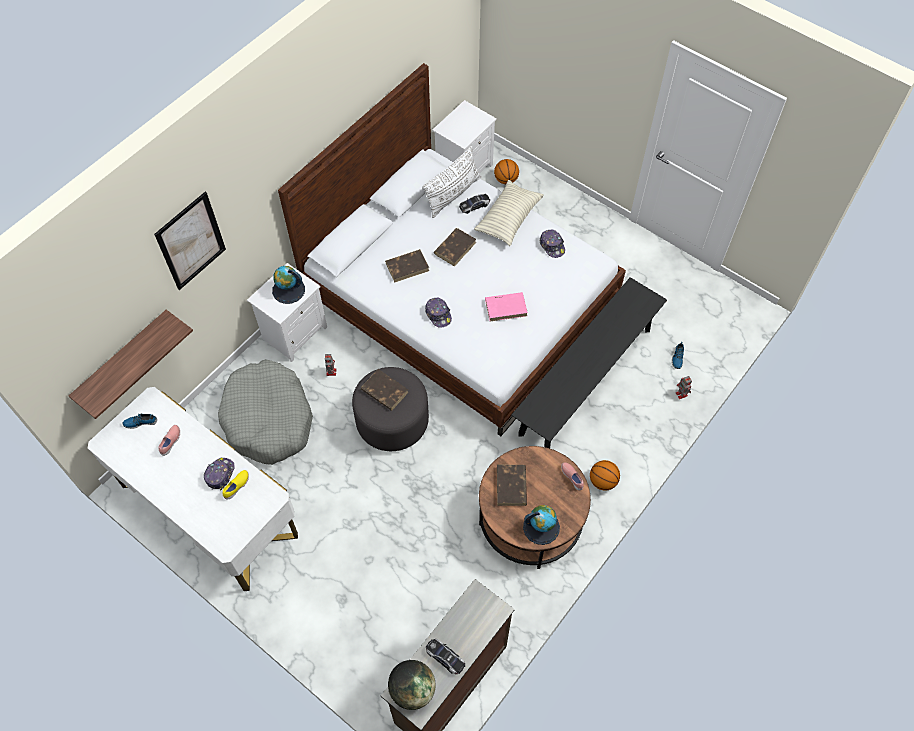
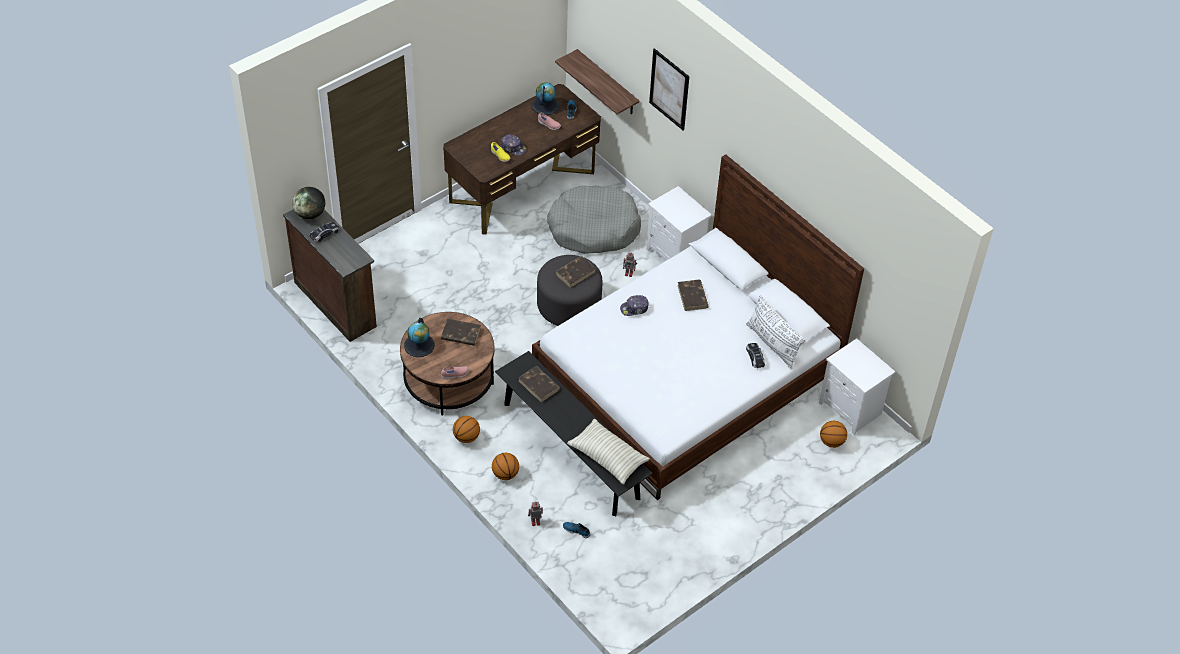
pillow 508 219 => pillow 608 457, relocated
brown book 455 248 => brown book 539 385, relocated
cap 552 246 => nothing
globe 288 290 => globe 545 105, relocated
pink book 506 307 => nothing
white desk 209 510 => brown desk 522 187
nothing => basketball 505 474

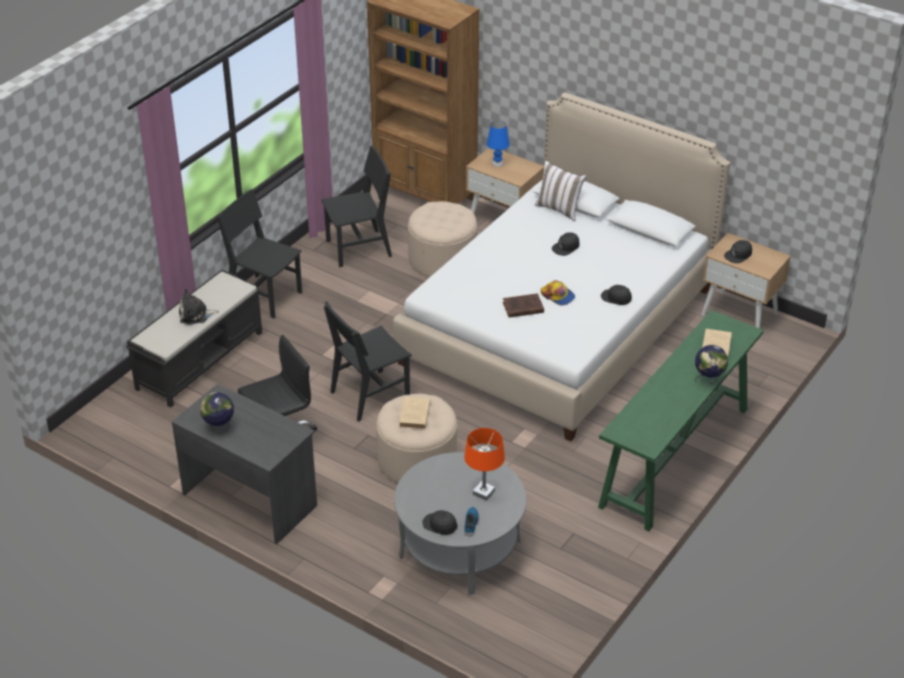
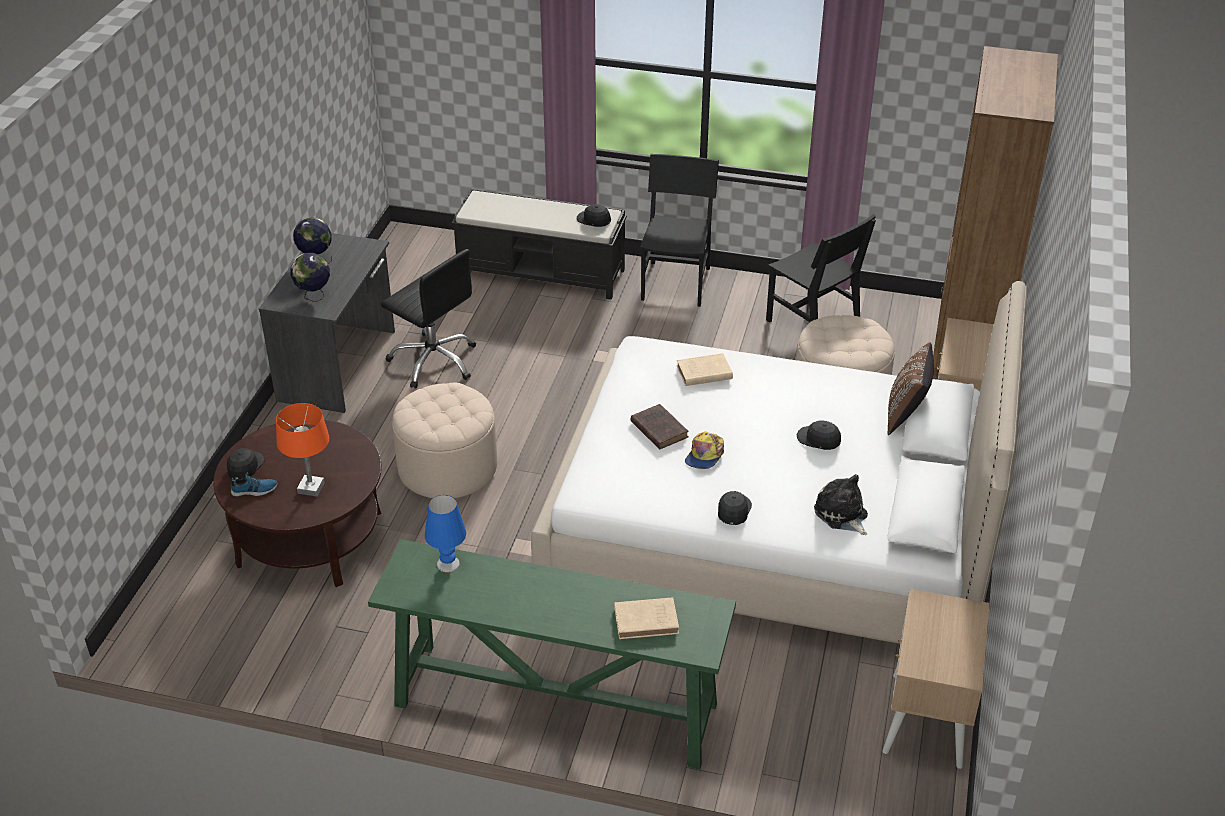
blue table lamp 497 163 => blue table lamp 448 564, relocated
white pillow 559 209 => brown pillow 906 415
black cap 738 255 => black cap 594 220, relocated
plush toy 195 315 => plush toy 842 515, relocated
black chair 369 395 => nothing
globe 708 380 => globe 314 296, relocated
beige book 414 416 => beige book 702 373, relocated
grey coffee table 460 549 => brown coffee table 309 538

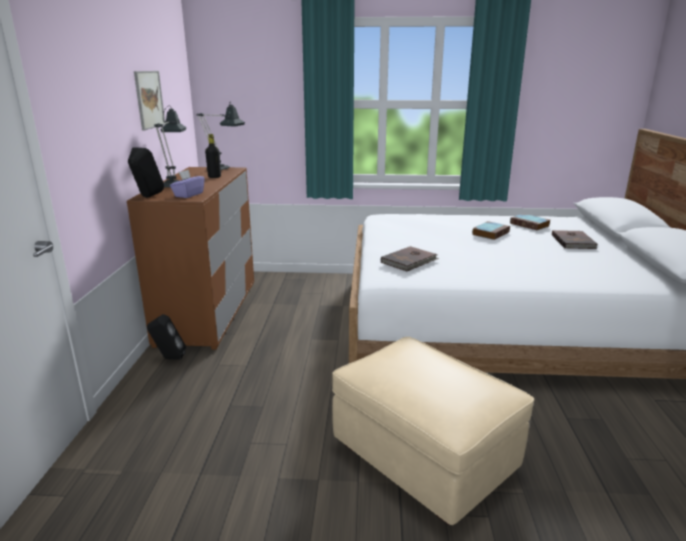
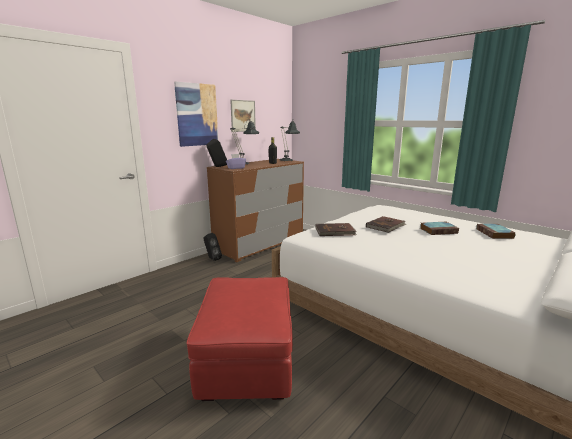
brown book 573 241 => brown book 386 226, relocated
beige ottoman 423 457 => red ottoman 247 360
nothing => picture 197 115

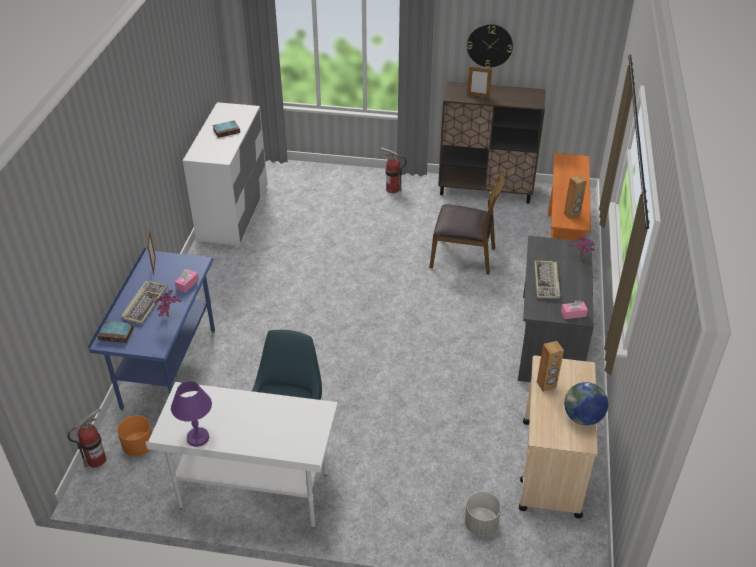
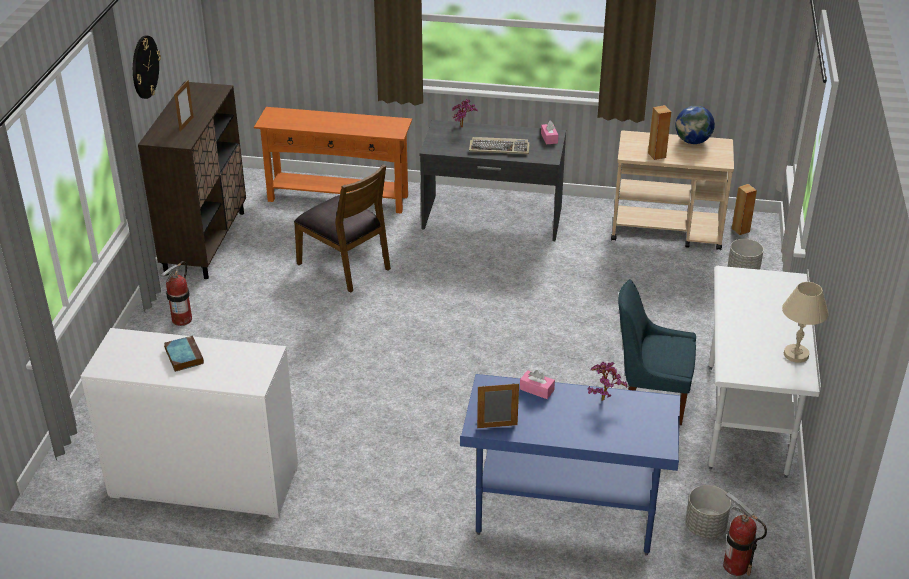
brown chair 463 257 => brown chair 345 266, 120 degrees clockwise
brown speaker 572 215 => brown speaker 740 230, relocated
keyboard 144 303 => nothing
book 117 334 => nothing
purple table lamp 198 438 => beige table lamp 796 354
orange planter 138 447 => grey planter 705 527

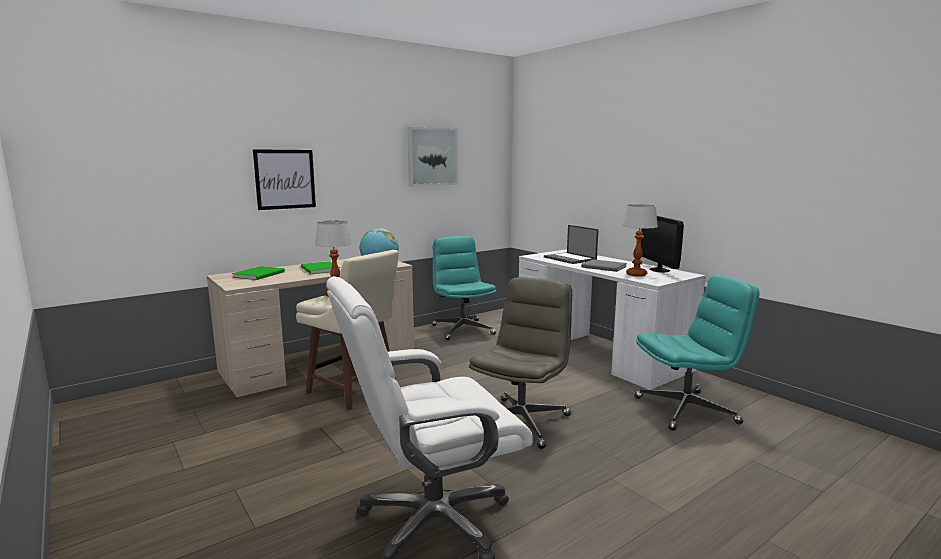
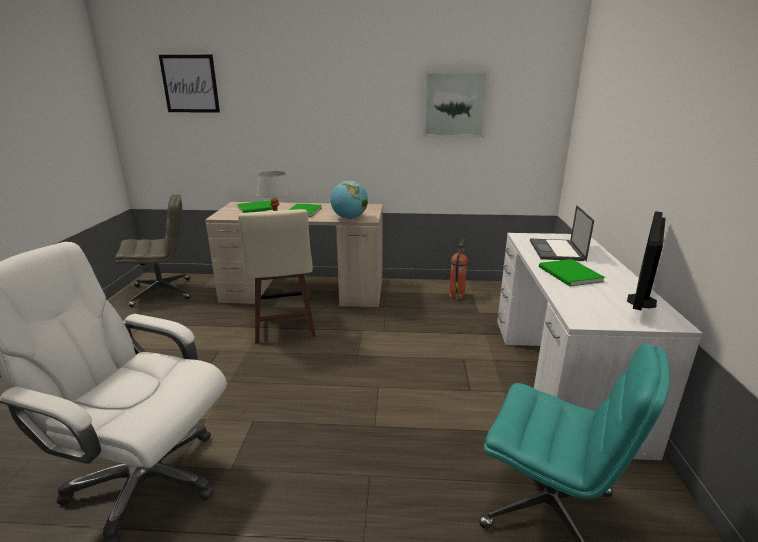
picture 285 179 => picture 190 84, relocated
table lamp 636 274 => nothing
turquoise office chair 462 330 => fire extinguisher 456 295
grey book 604 267 => green book 570 275
grey office chair 521 421 => grey office chair 163 292, relocated

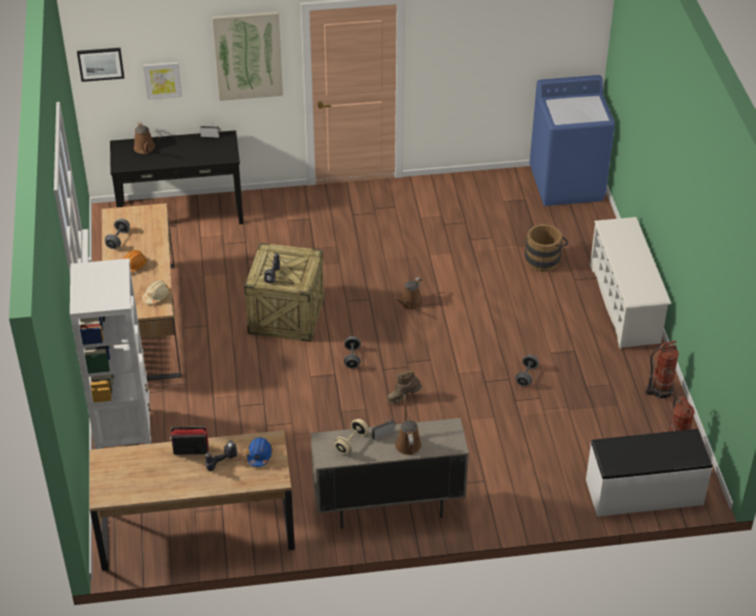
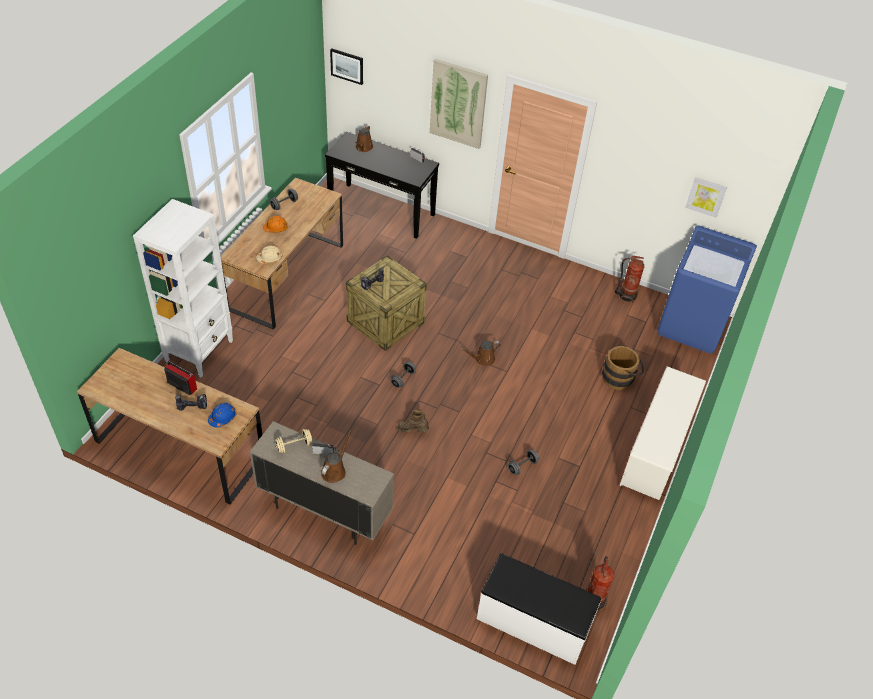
picture 162 80 => picture 706 196, relocated
fire extinguisher 660 390 => fire extinguisher 626 295, relocated

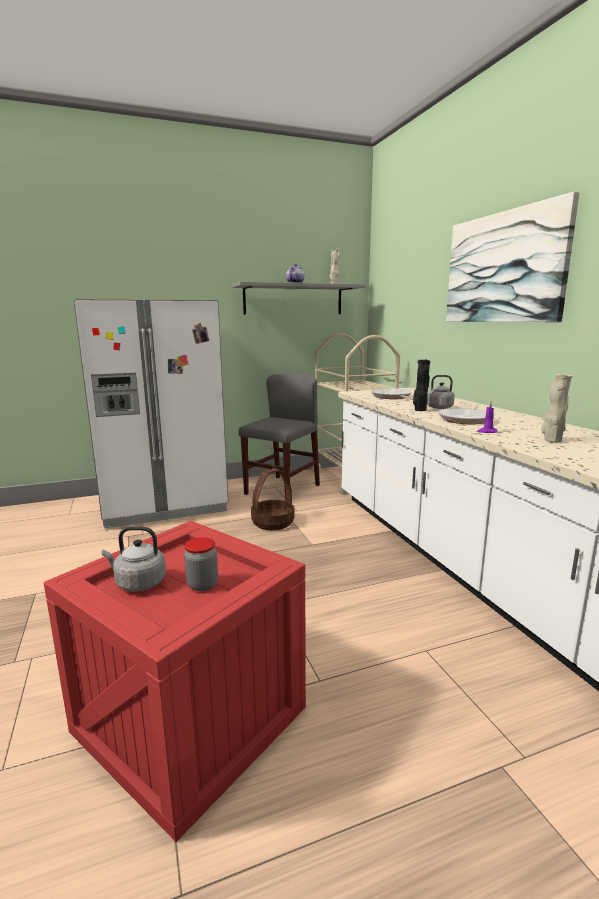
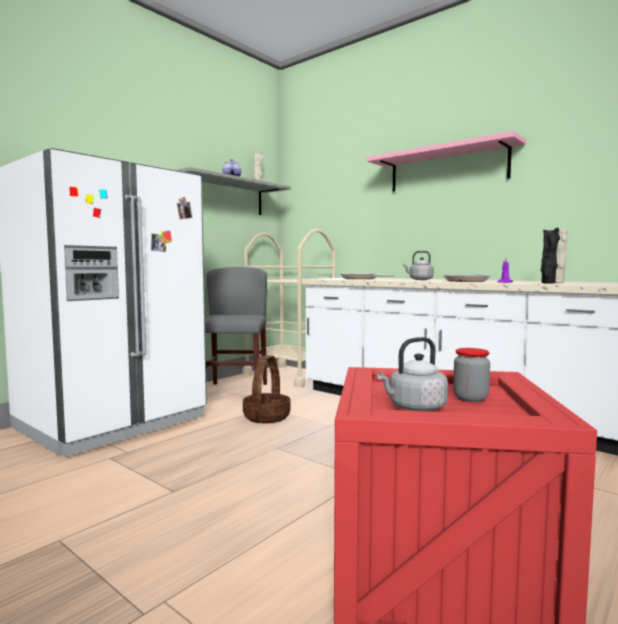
picture 503 268 => pink shelf 447 168
black vase 419 410 => black vase 548 283, relocated

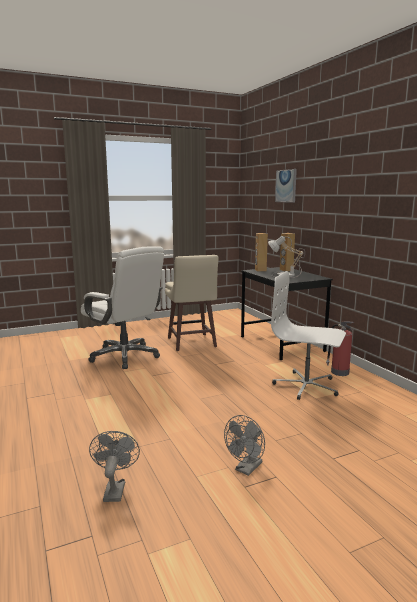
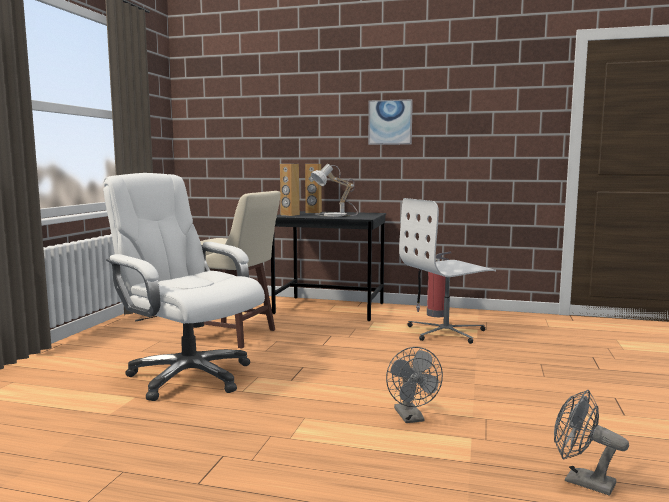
picture 286 186 => picture 390 122, relocated
white office chair 125 356 => white office chair 189 376, 135 degrees counterclockwise
grey fan 246 469 => grey fan 411 418, relocated

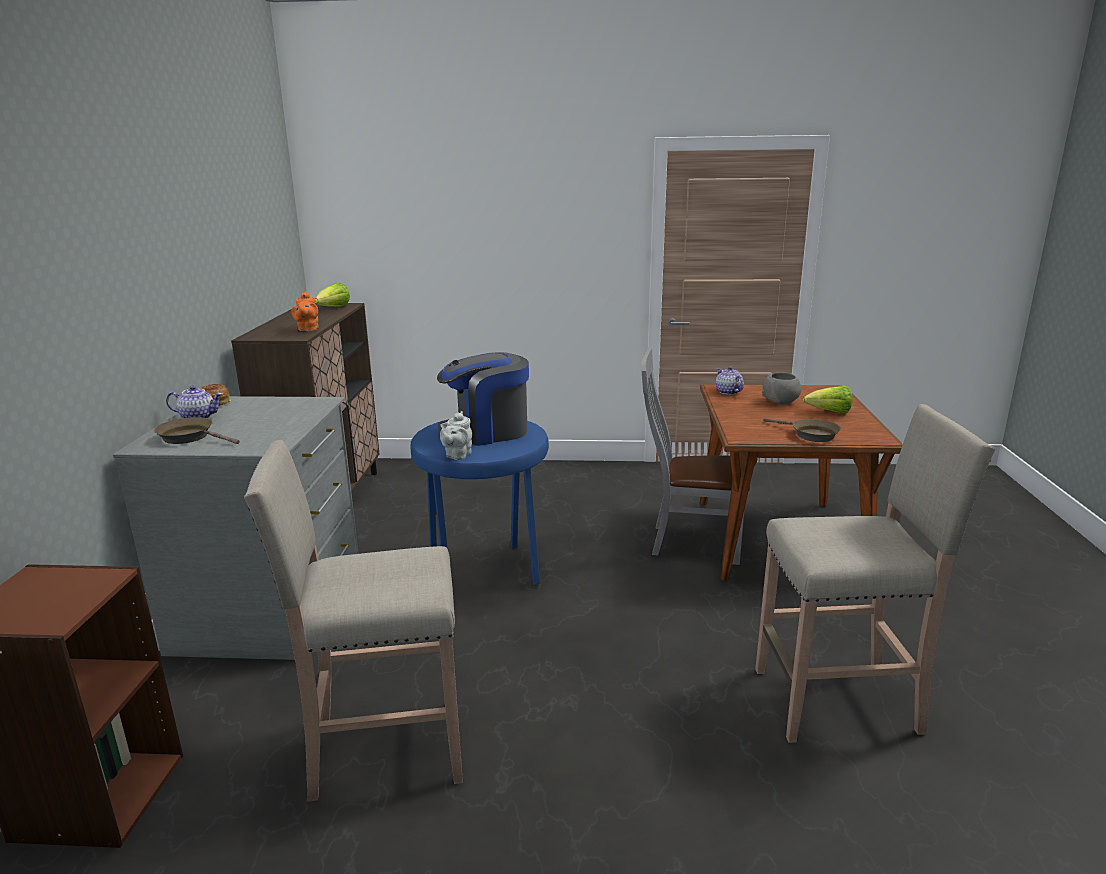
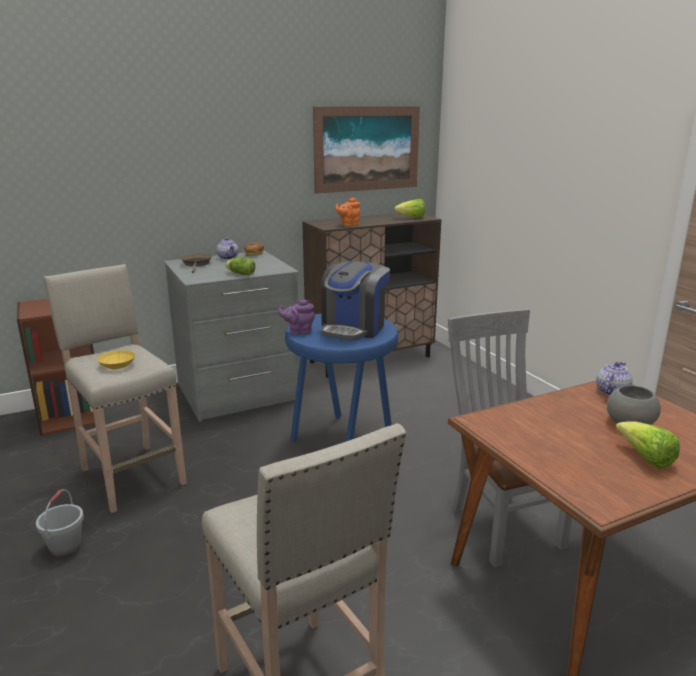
coffee machine 486 432 => coffee machine 353 328, 105 degrees counterclockwise
grey teapot 457 455 => purple teapot 299 332
brown frying pan 810 435 => nothing
nothing => picture 367 149
nothing => lettuce 240 273
nothing => yellow bowl 117 365
nothing => grey bucket 65 547

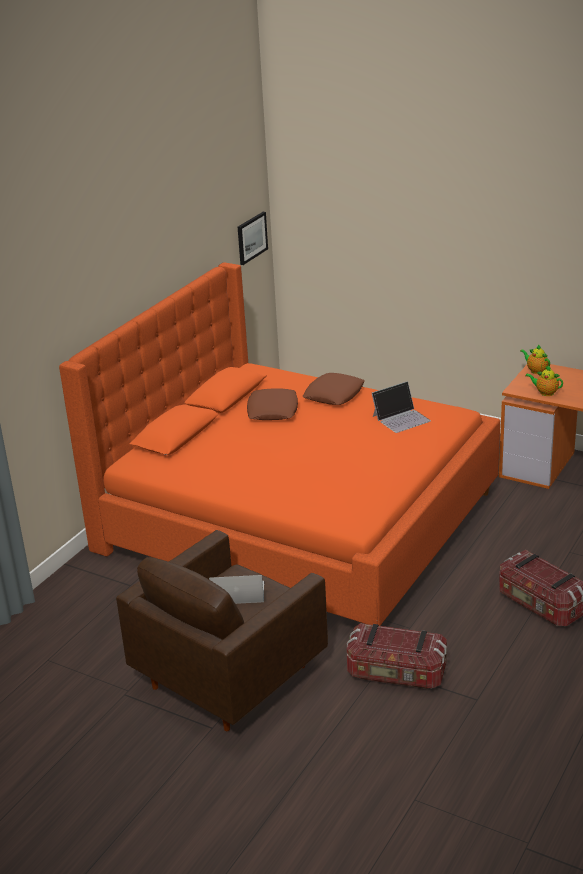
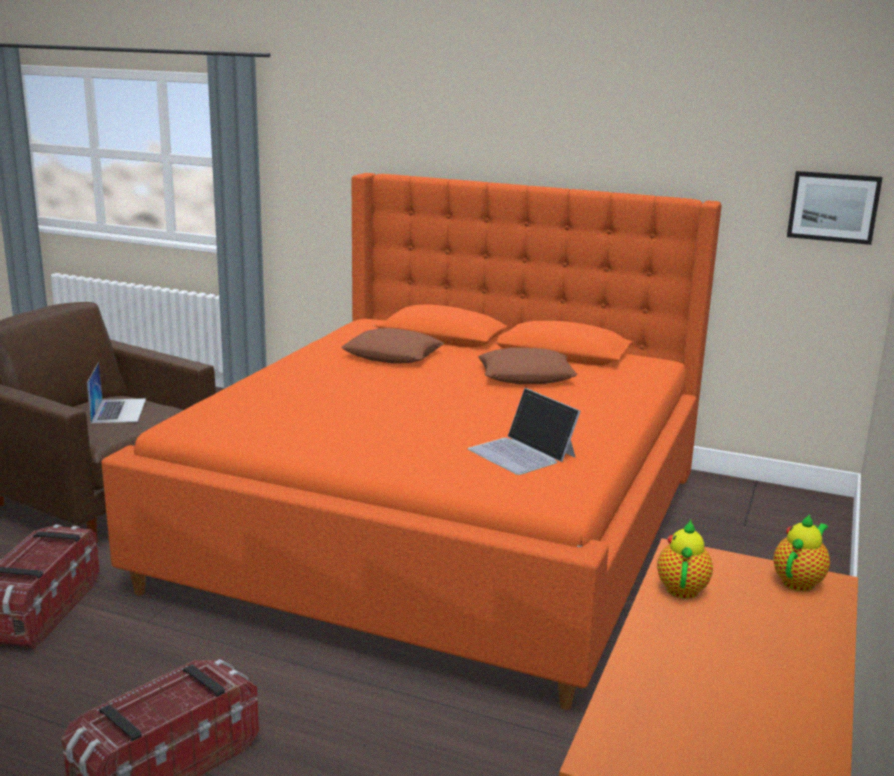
brown pillow 334 394 => brown pillow 393 355, relocated

